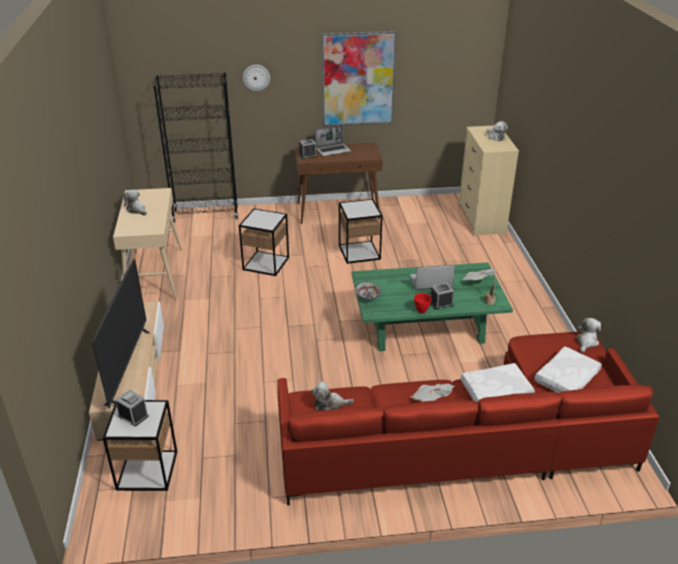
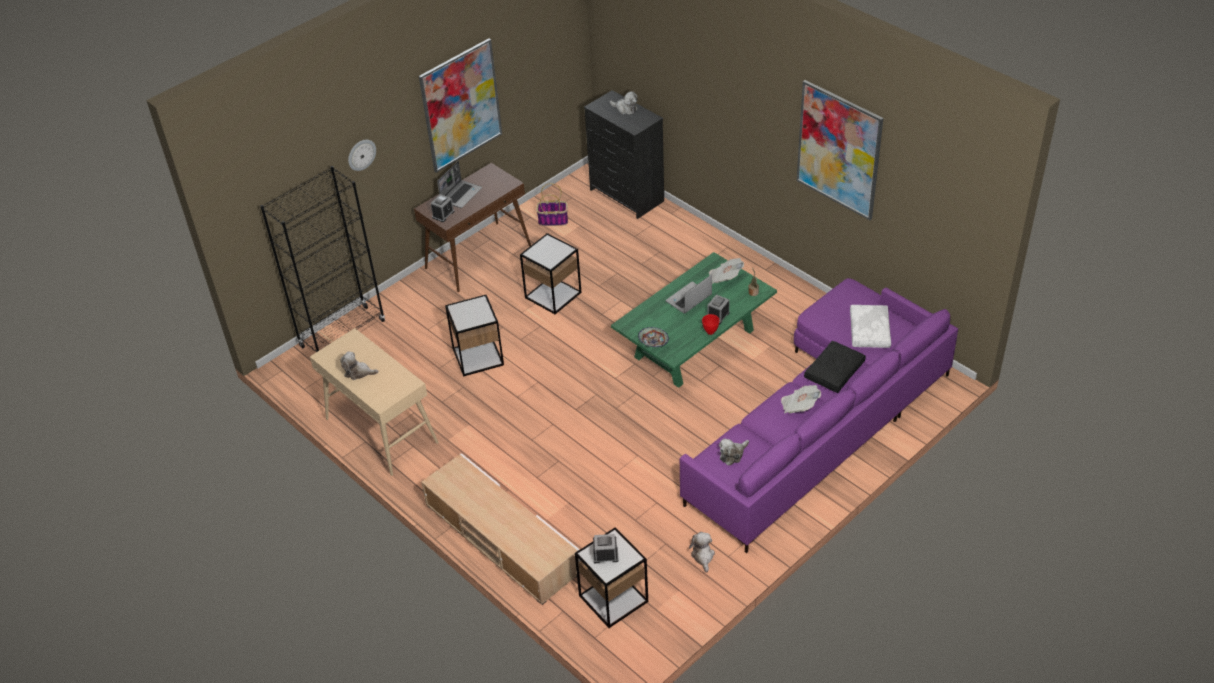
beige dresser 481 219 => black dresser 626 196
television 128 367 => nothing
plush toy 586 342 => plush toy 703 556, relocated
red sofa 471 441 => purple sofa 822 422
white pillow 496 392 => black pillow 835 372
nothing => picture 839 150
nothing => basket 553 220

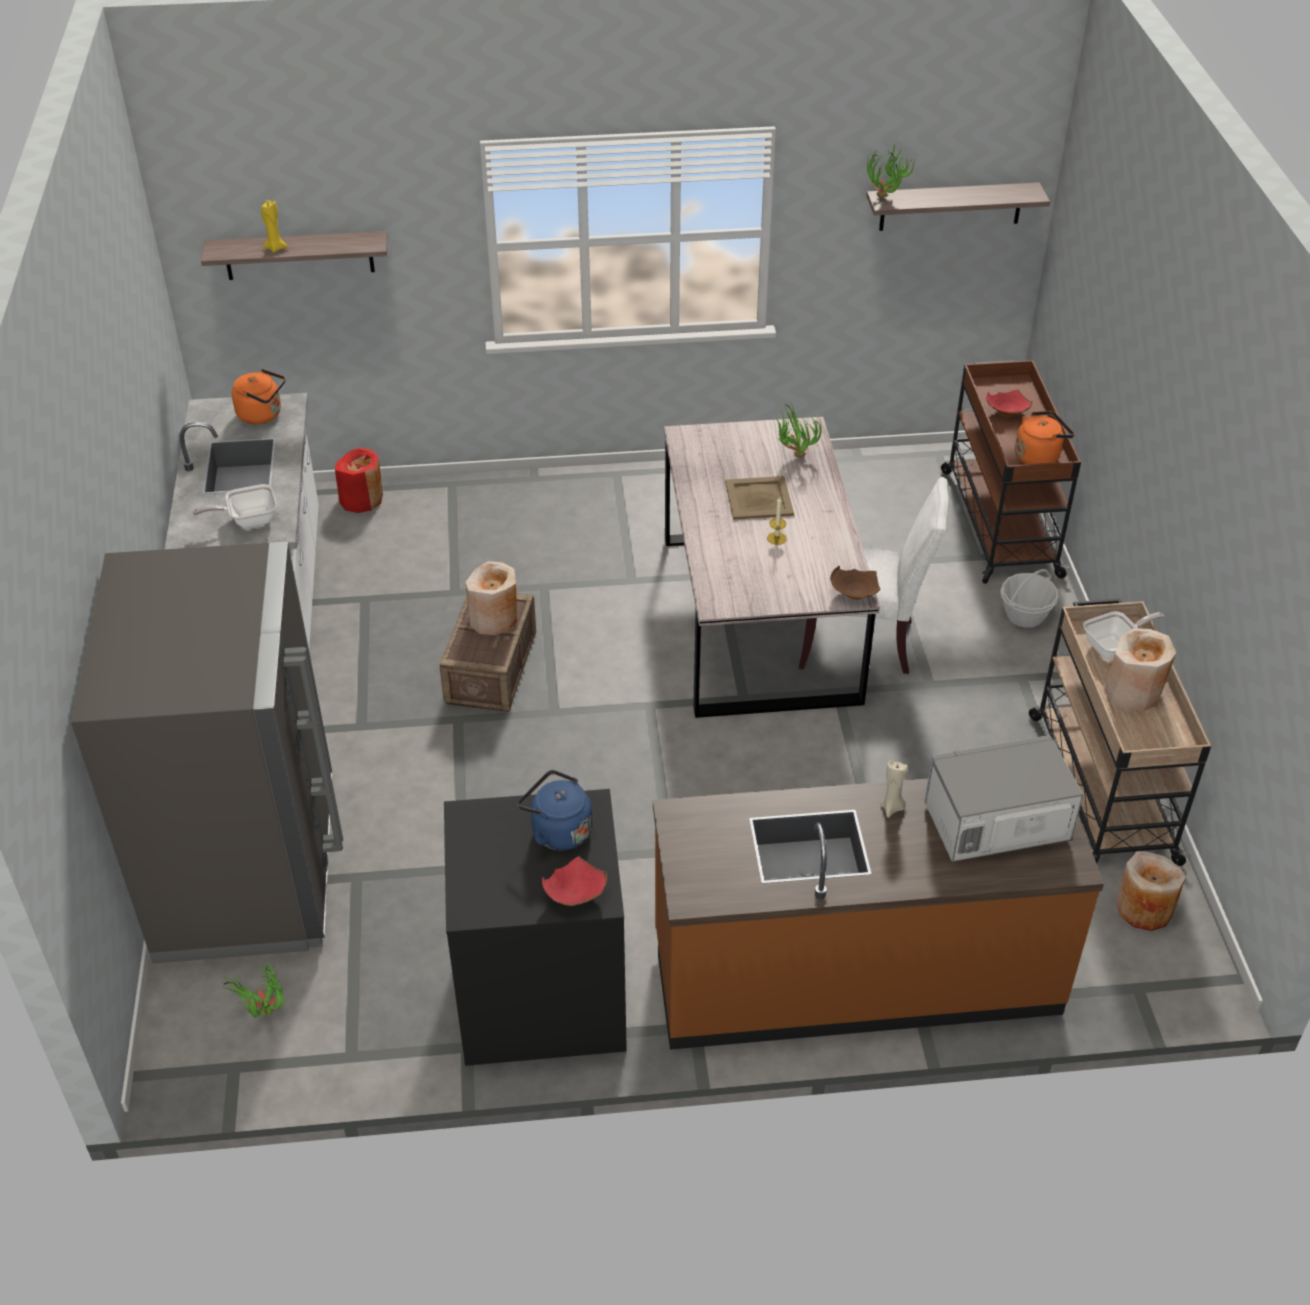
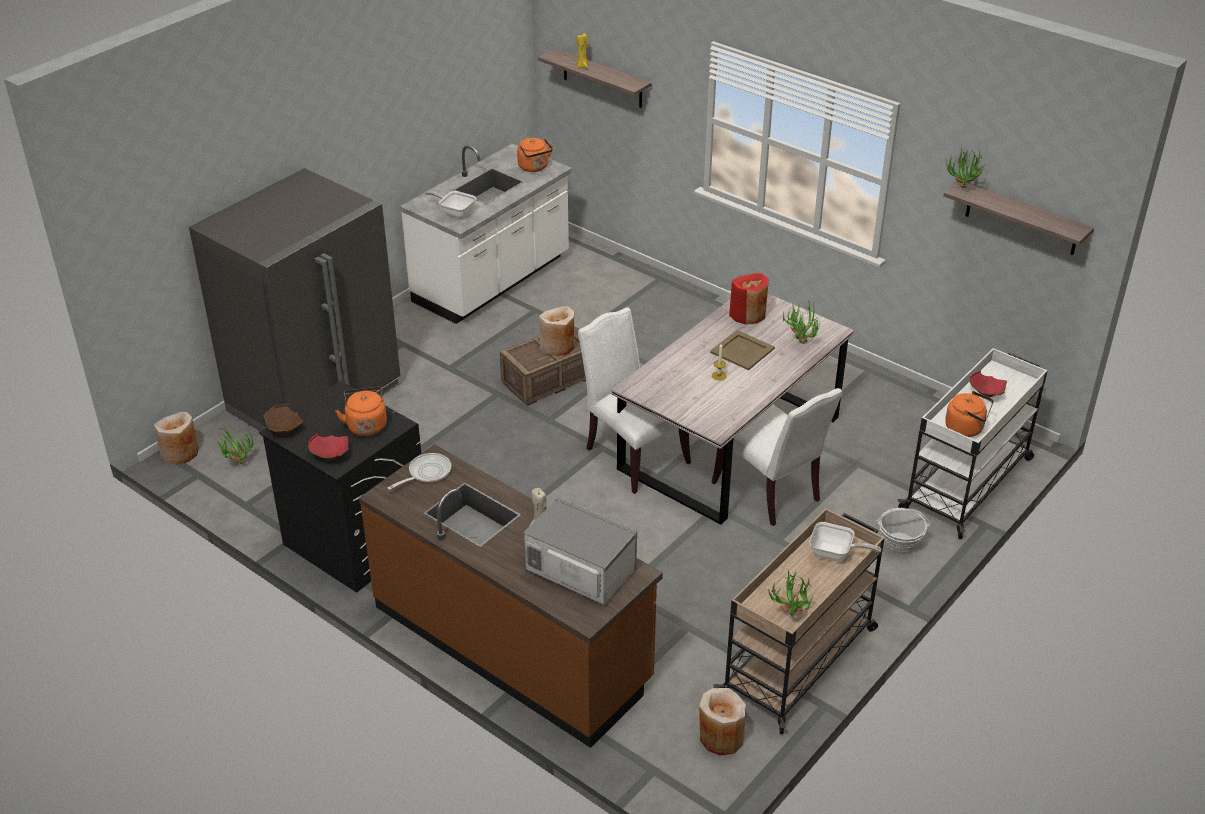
brown cart 999 521 => white cart 968 483
red vase 362 499 => red vase 748 314, relocated
brown bowl 854 595 => brown bowl 284 429, relocated
beige vase 1133 691 => beige vase 180 453, relocated
blue kettle 558 831 => orange kettle 366 425
nothing => white chair 632 455
nothing => frying pan 426 473
nothing => potted plant 790 617

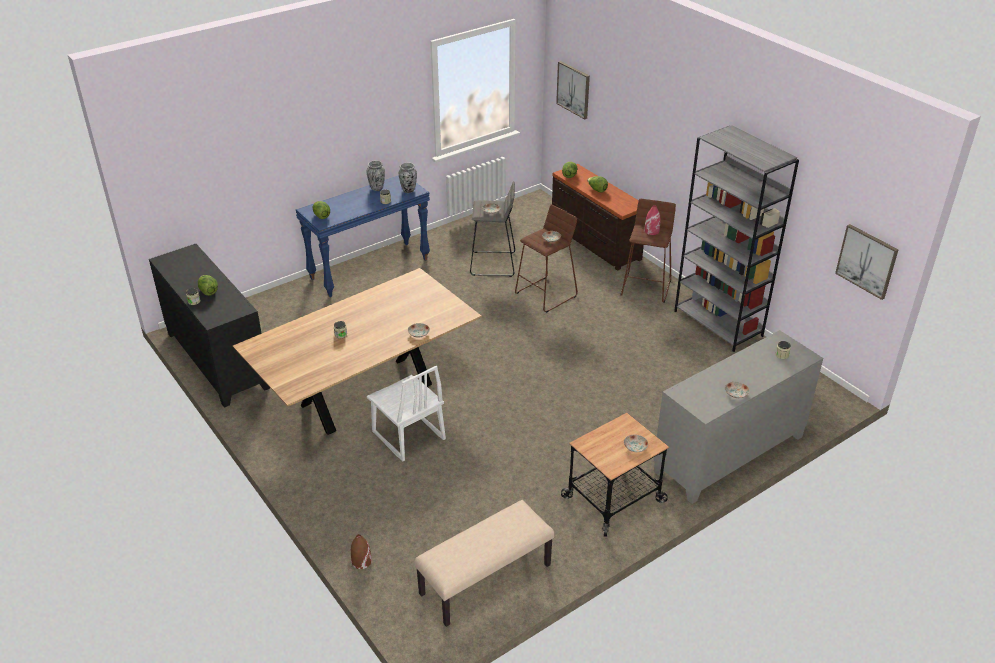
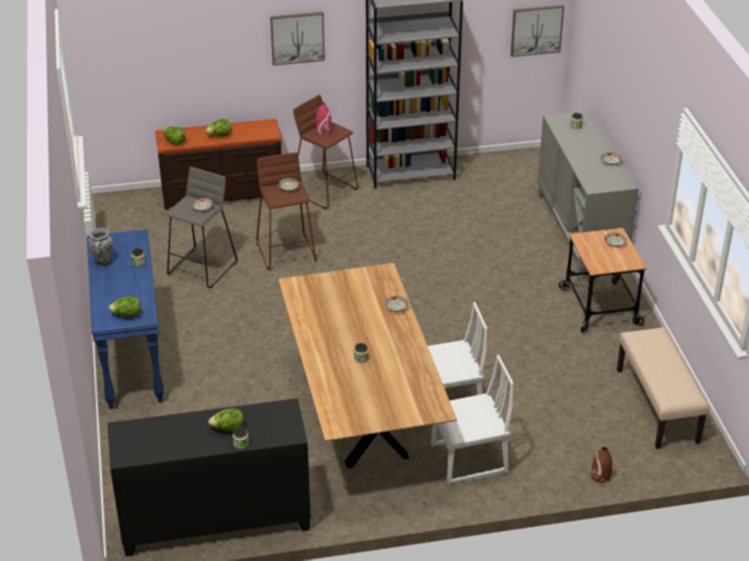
picture 573 89 => picture 297 37, relocated
vase 408 190 => nothing
nothing => white chair 469 459

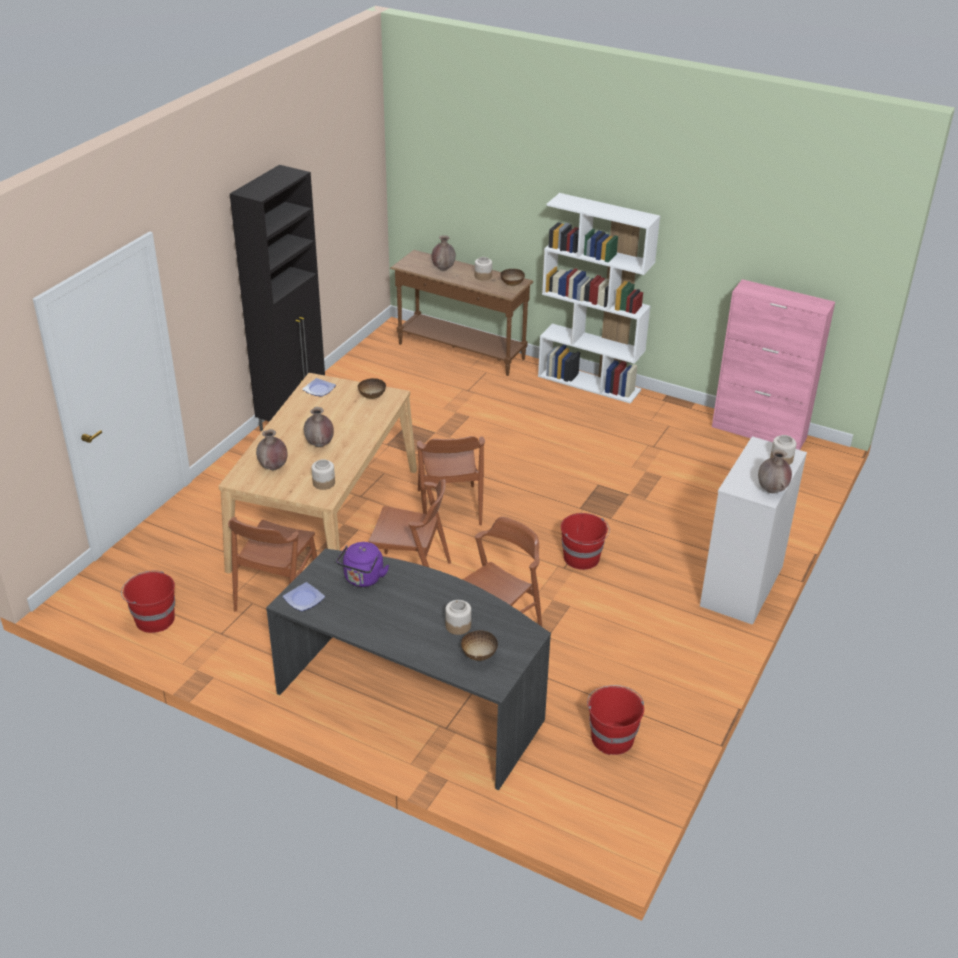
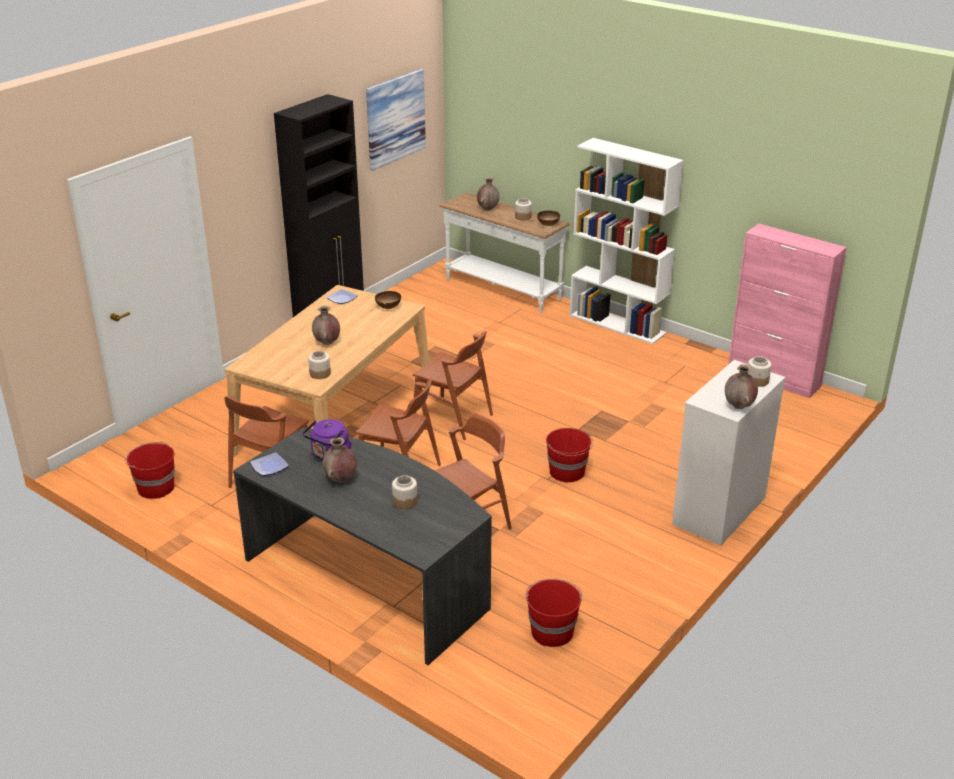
brown console table 460 352 => white console table 502 290
brown vase 273 468 => brown vase 341 479, relocated
brown chair 449 507 => brown chair 453 418, 60 degrees counterclockwise
bowl 478 655 => nothing
nothing => picture 395 119

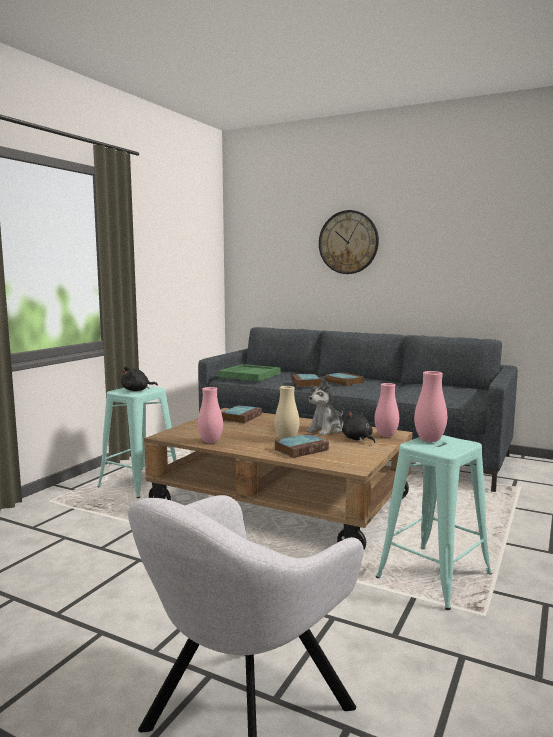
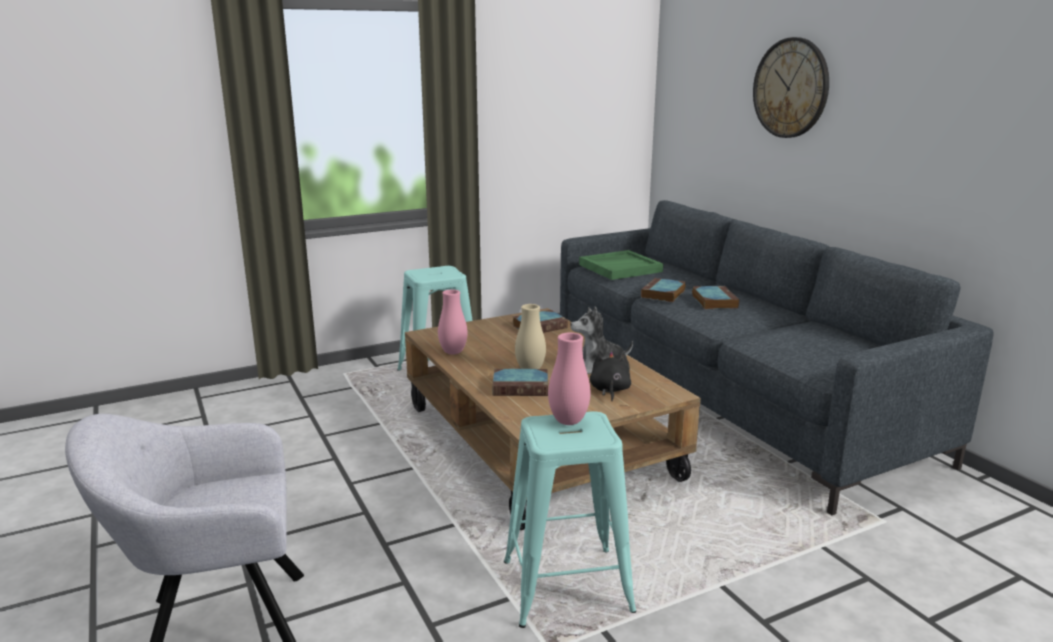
black plush toy 137 390 => nothing
pink vase 386 436 => nothing

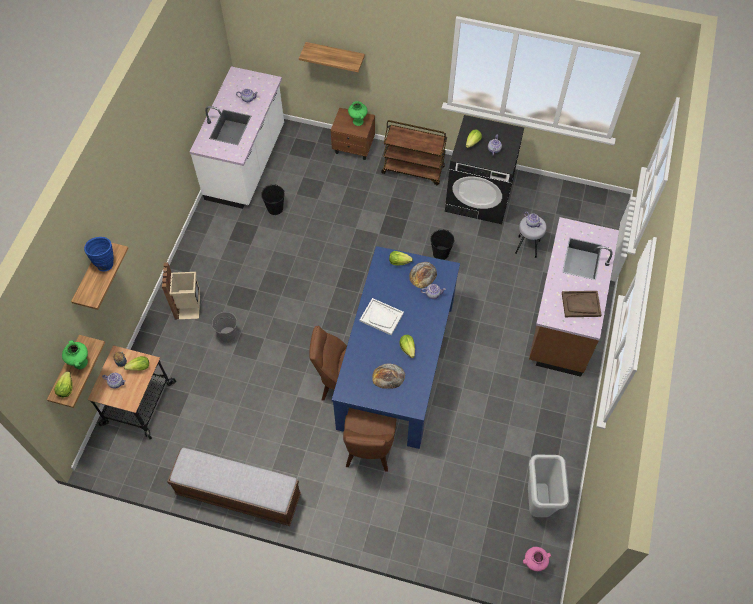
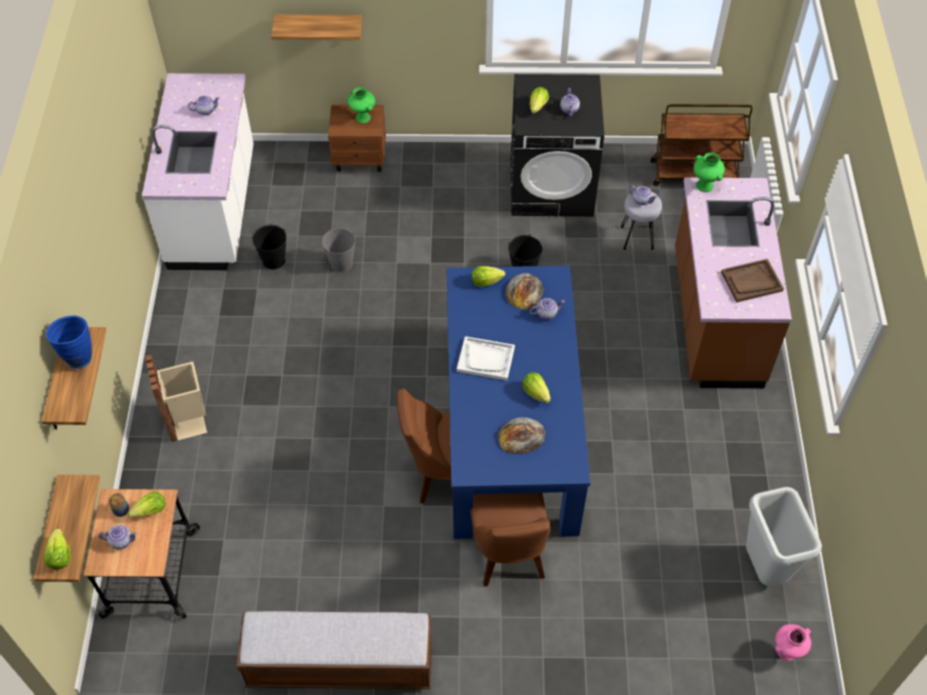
brown cart 413 170 => brown cart 694 173, relocated
grey bucket 228 335 => grey bucket 341 263, relocated
green vase 81 363 => green vase 705 186, relocated

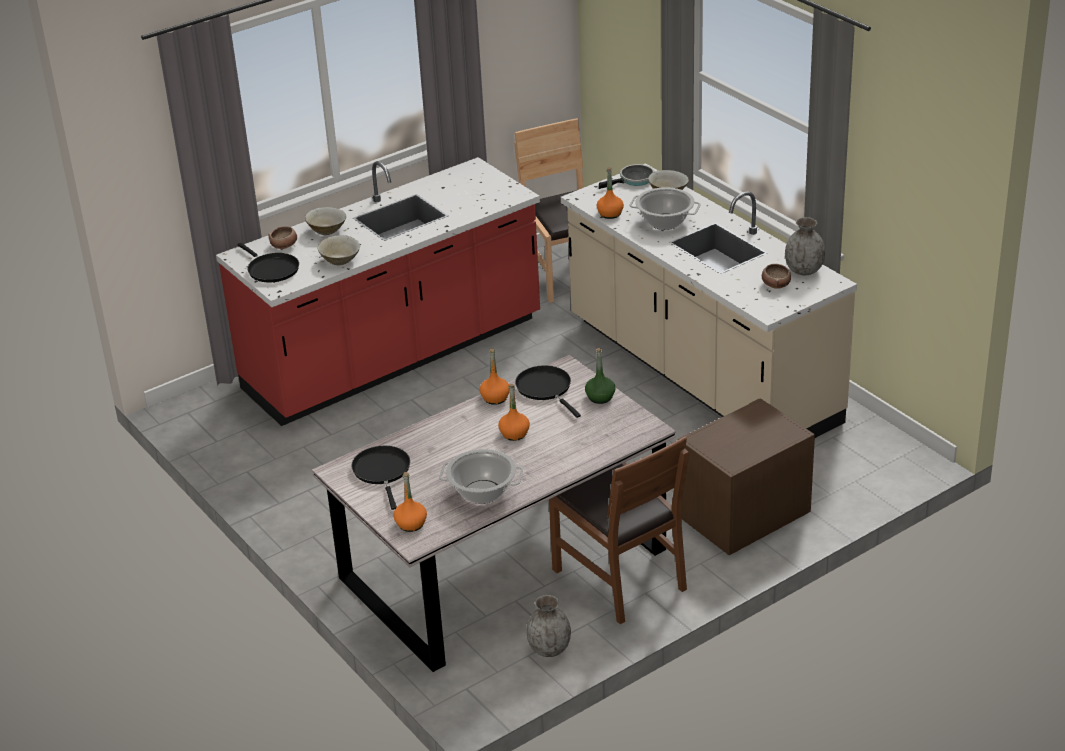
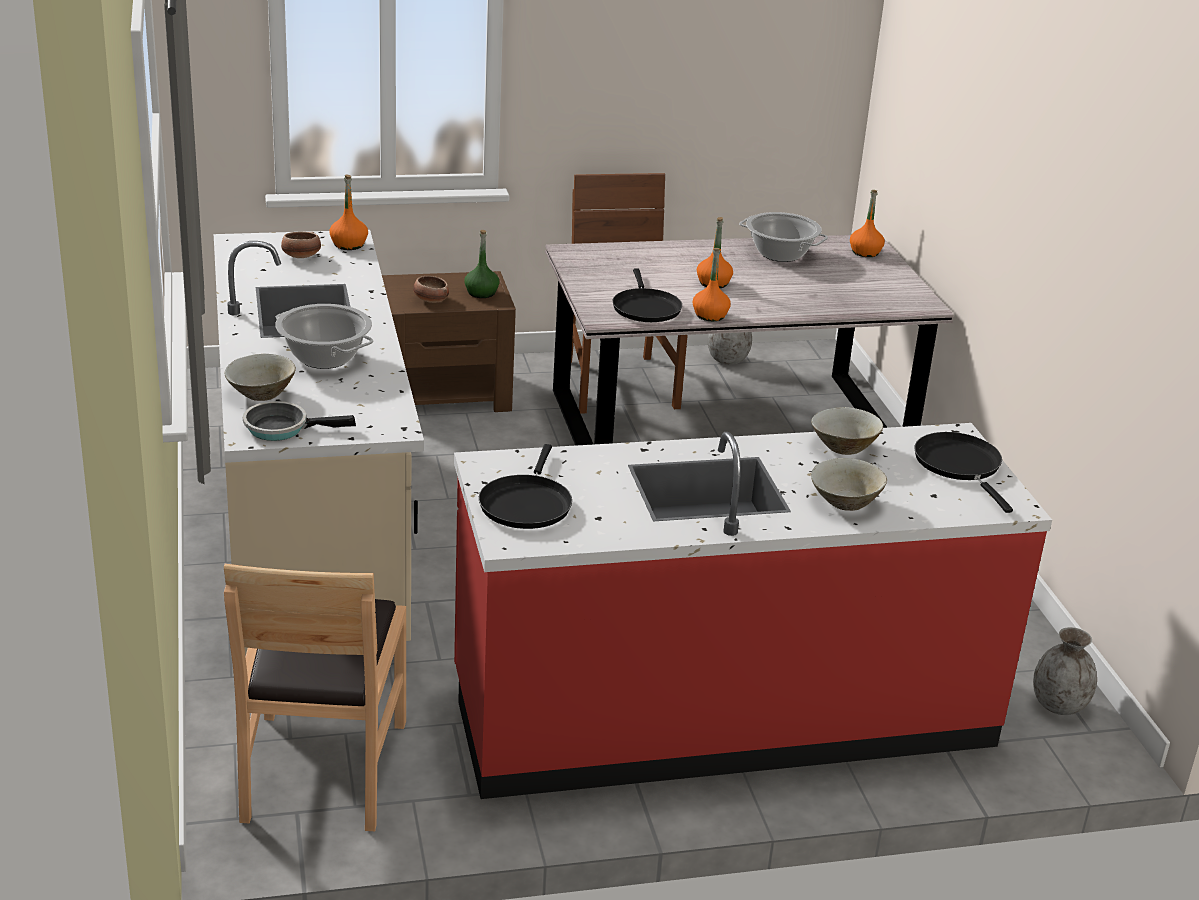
orange bottle 610 214 => orange bottle 349 244, relocated
grey vase 803 270 => grey vase 1059 705, relocated
bowl 284 246 => bowl 430 300, relocated
green bottle 600 397 => green bottle 481 293, relocated
black frying pan 382 472 => black frying pan 526 504, relocated

